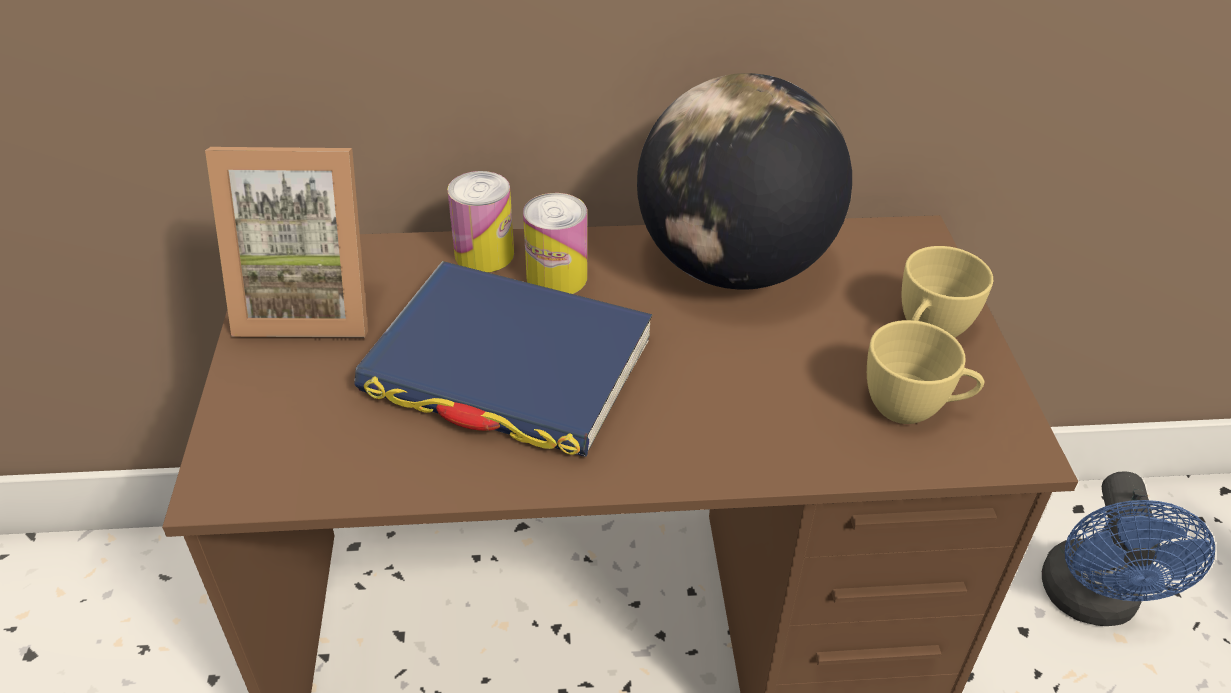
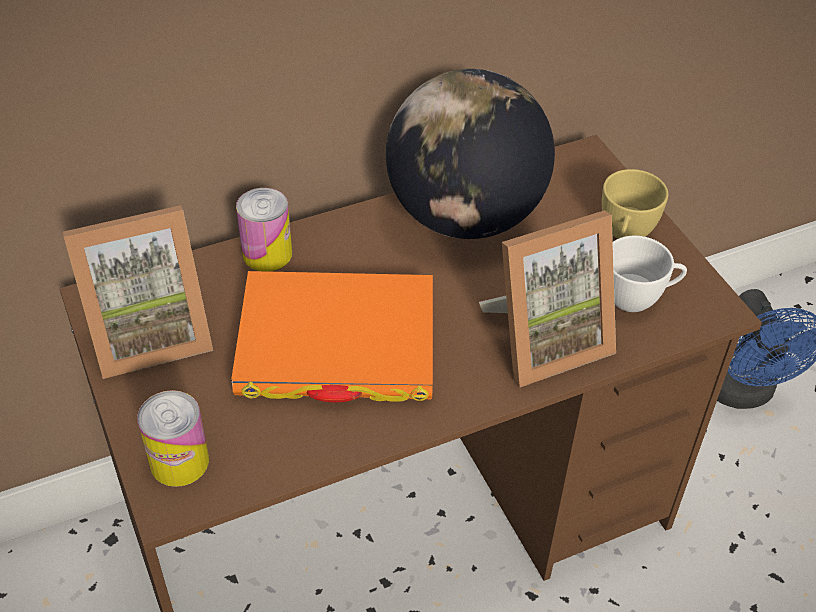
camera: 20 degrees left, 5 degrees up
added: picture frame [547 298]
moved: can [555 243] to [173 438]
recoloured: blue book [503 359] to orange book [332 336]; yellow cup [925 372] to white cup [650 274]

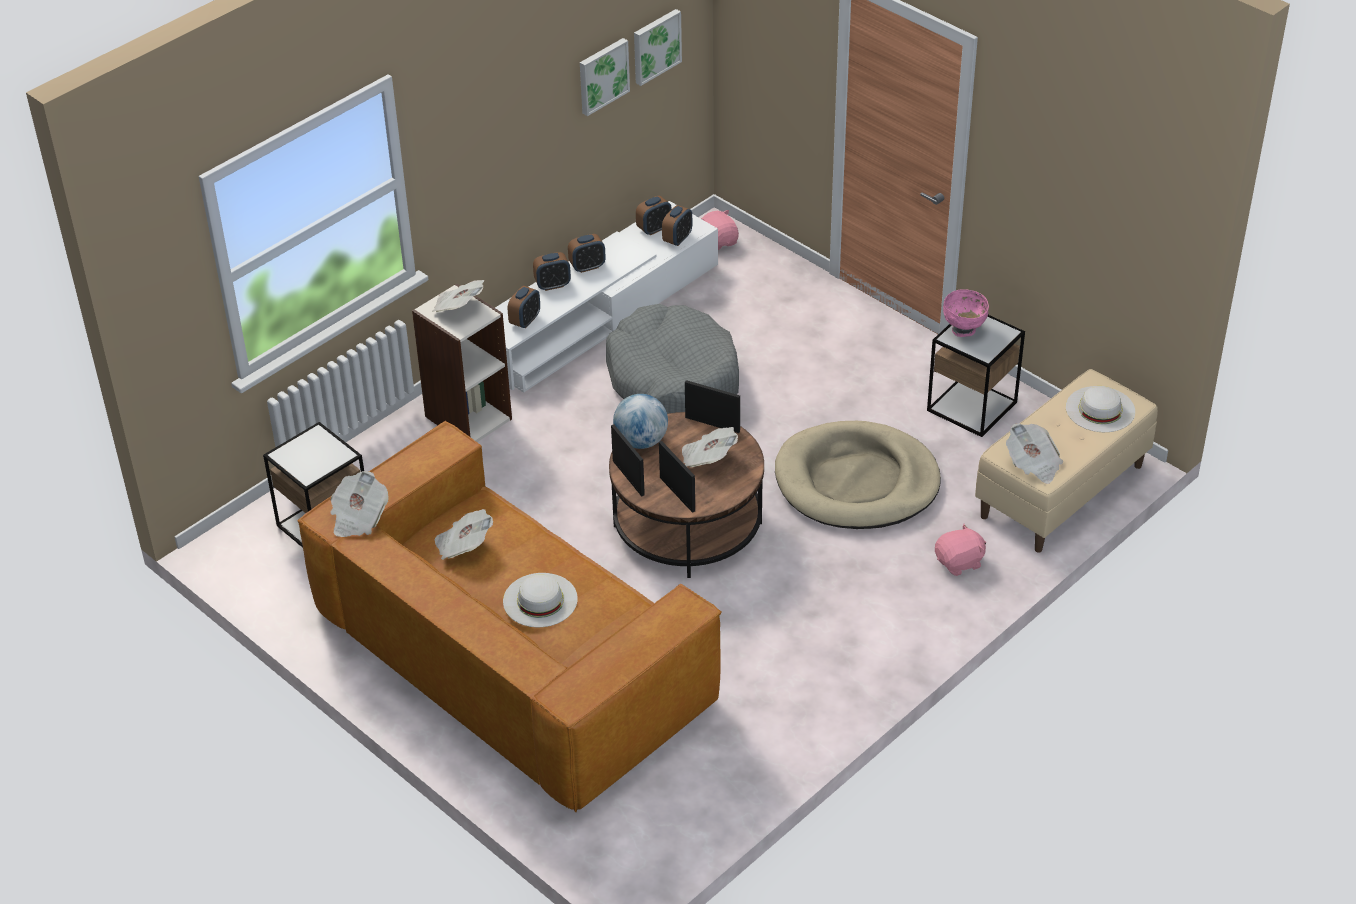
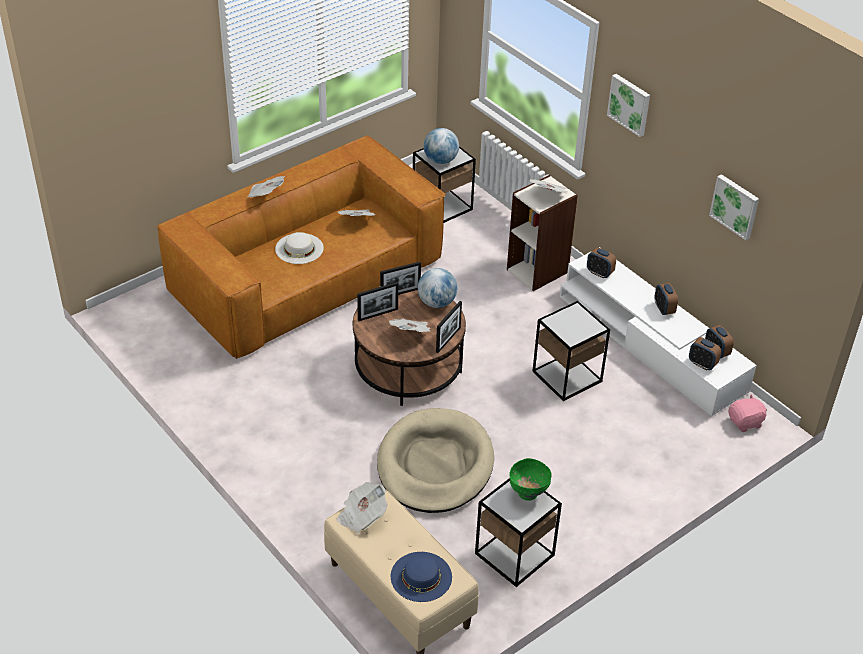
camera: 95 degrees right, 0 degrees up
removed: alarm clock [552 271]; pink plush toy [960 550]
added: globe [441 146]
moved: newspaper [359 504] to [266 186]; picture [658 47] to [628 105]
replaced: grey dog bed [672 359] to side table [571 351]
recoloured: pink bowl [966 313] to green bowl [530 479]; white hat [1100 409] to blue hat [421 577]

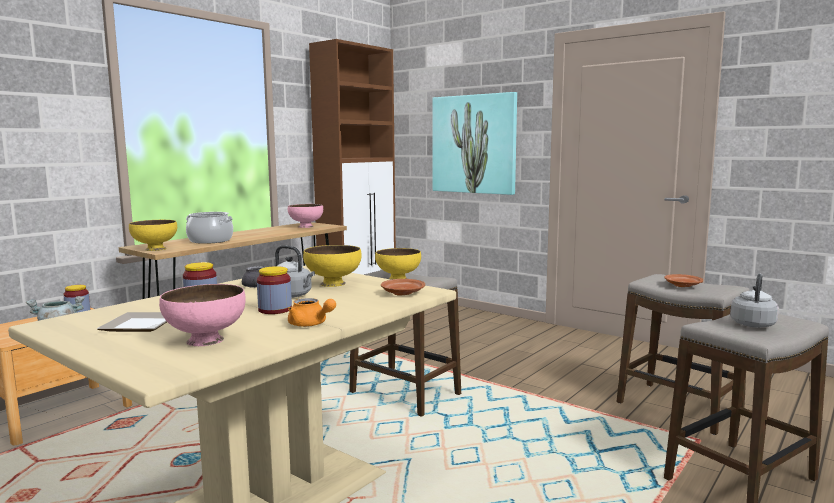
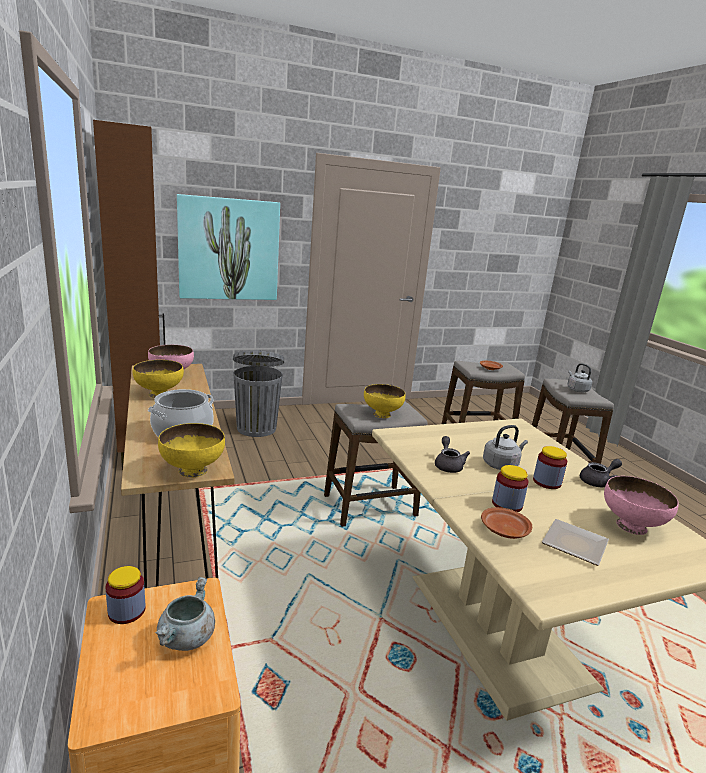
camera: 60 degrees left, 10 degrees up
added: grey trash can [258 393]
moved: yellow bowl [332 266] to [158 379]; brown plate [403 287] to [506 523]
recoloured: orange teapot [312 312] to grey teapot [601 473]

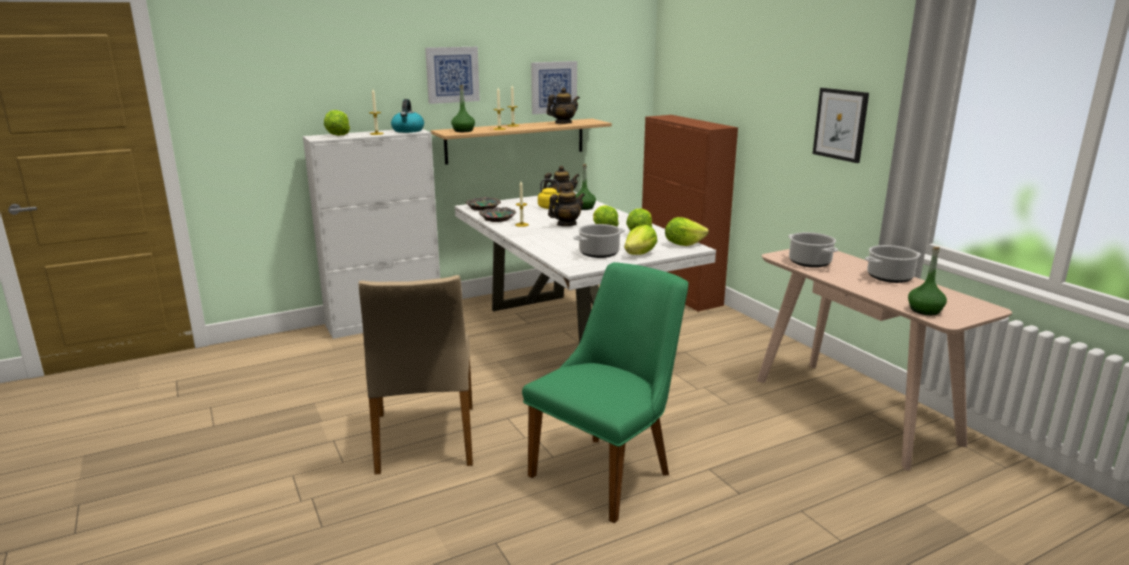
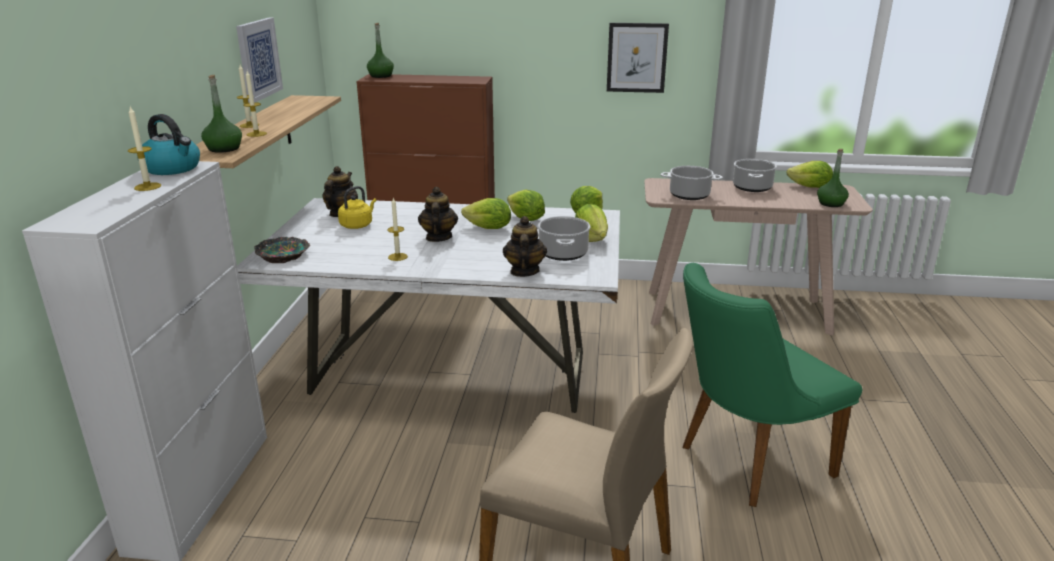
camera: 55 degrees left, 5 degrees up
removed: picture [452 75]; bowl [497 214]
moved: lettuce [337 123] to [809 174]; teapot [563 106] to [525 246]; green bottle [586 187] to [380 50]
turned: green chair [605 392] = [773 385] 105 degrees counterclockwise

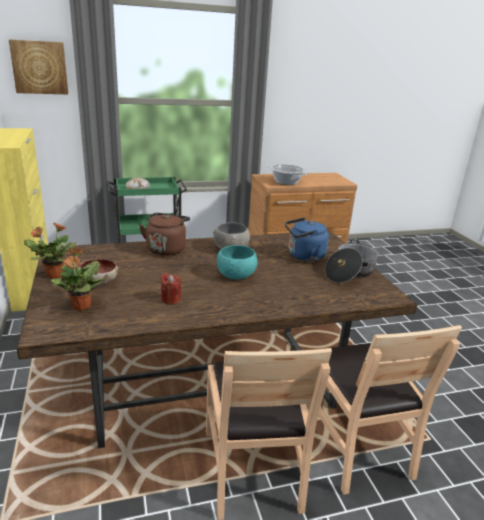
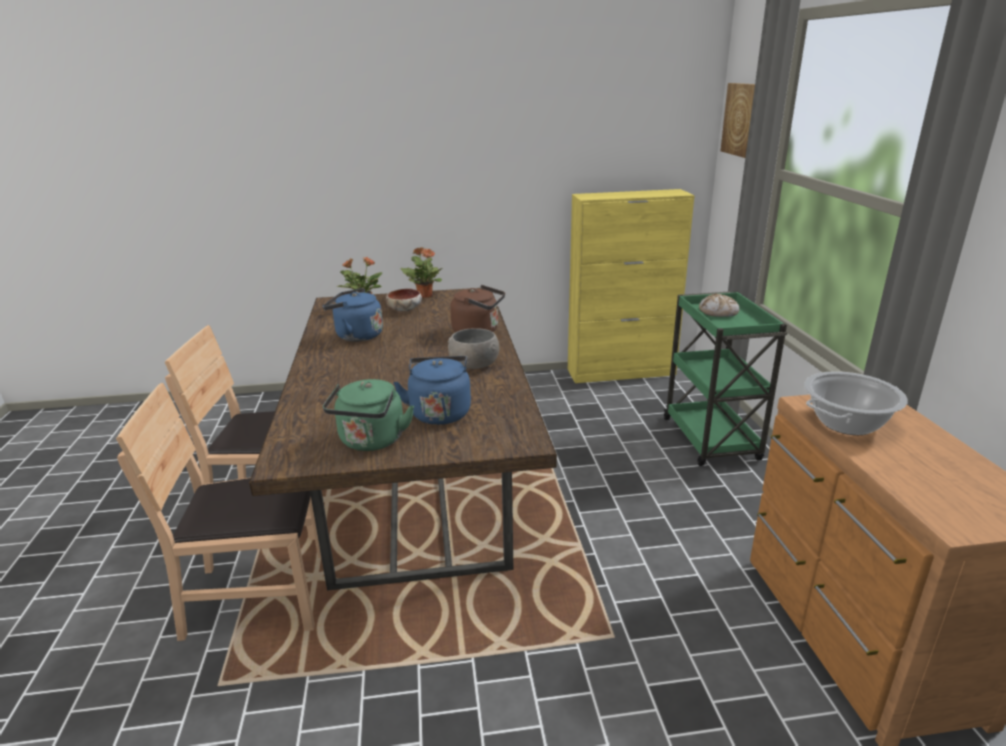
camera: 100 degrees right, 0 degrees up
removed: turquoise bowl [237 262]
replaced: red candle [171 289] to blue kettle [353 315]; cooking pot [352 261] to green kettle [368 415]

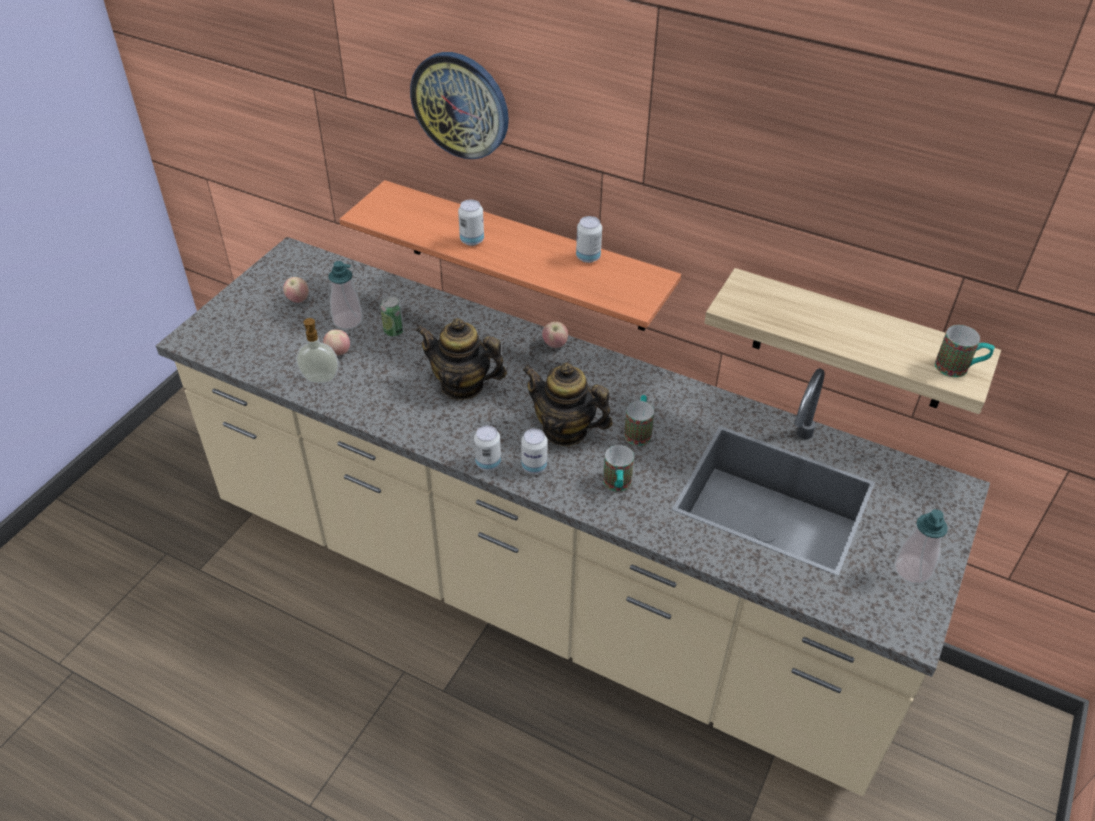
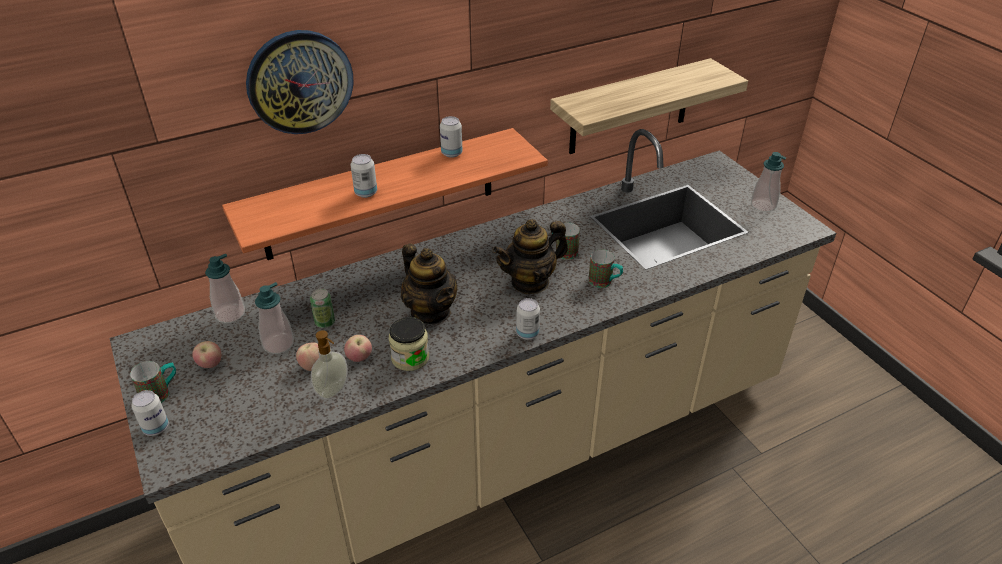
camera: 55 degrees left, 5 degrees down
added: soap dispenser [225 288]; jar [409 344]
moved: can [534 451] to [150 413]; apple [555 335] to [358 348]; mug [965 351] to [153 382]
turned: teapot [461 359] = [429 283] 90 degrees counterclockwise

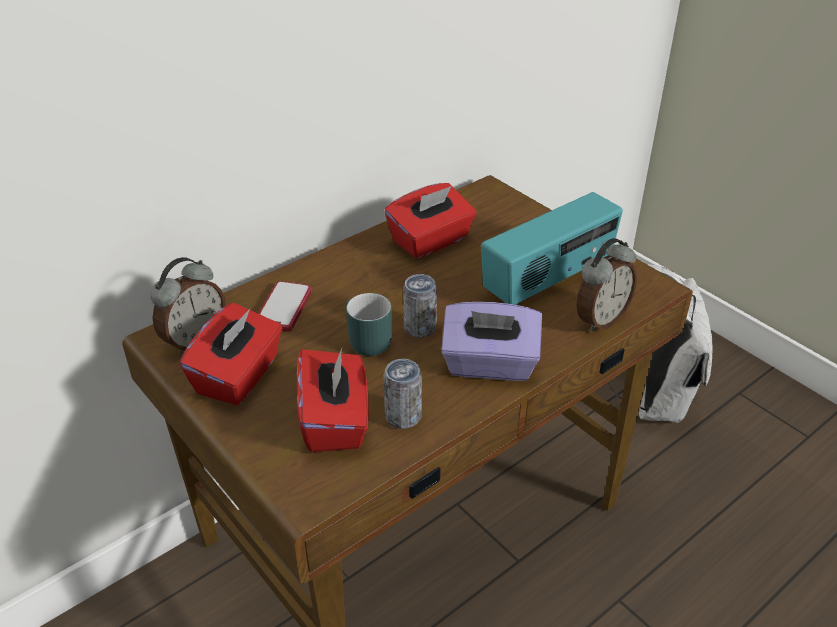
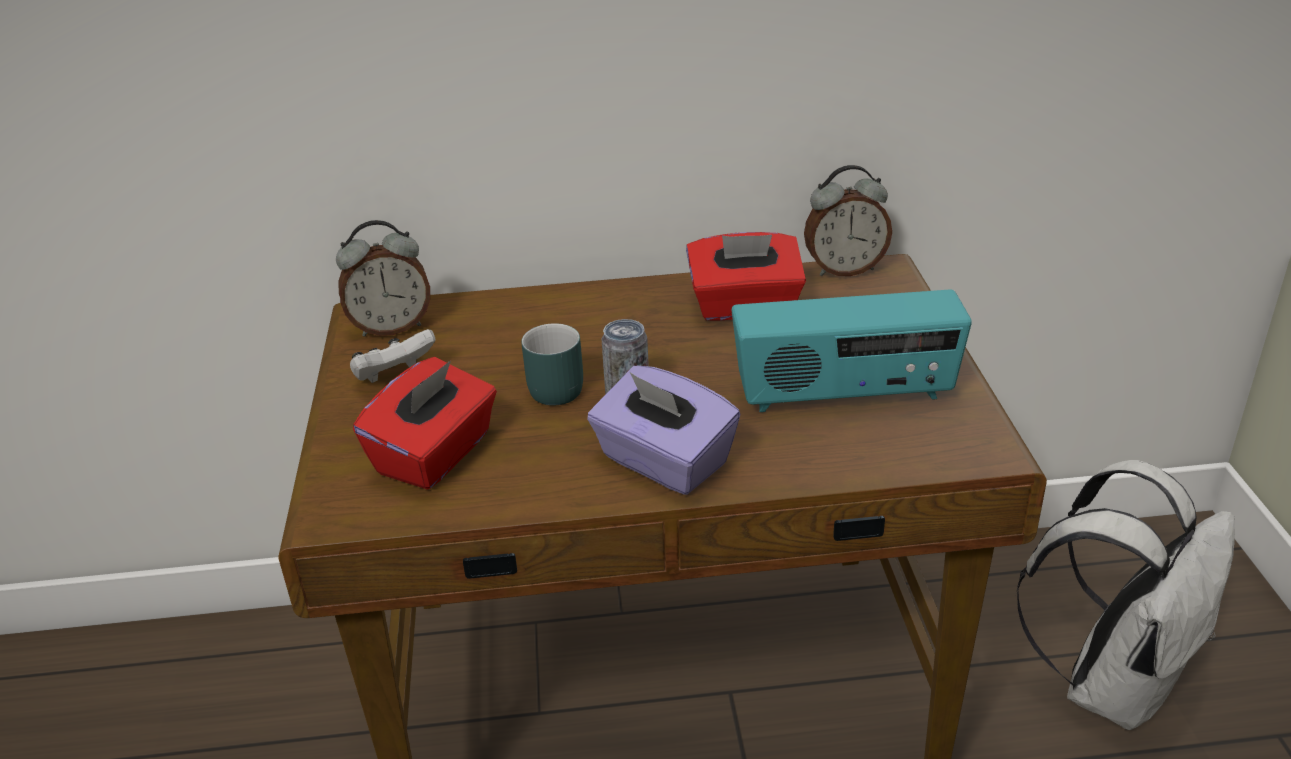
camera: 35 degrees right, 5 degrees down
removed: phone [284 306]; can [403 394]
moved: alarm clock [606 285] to [848 220]
replaced: red tissue box [231 354] to white game controller [393 356]

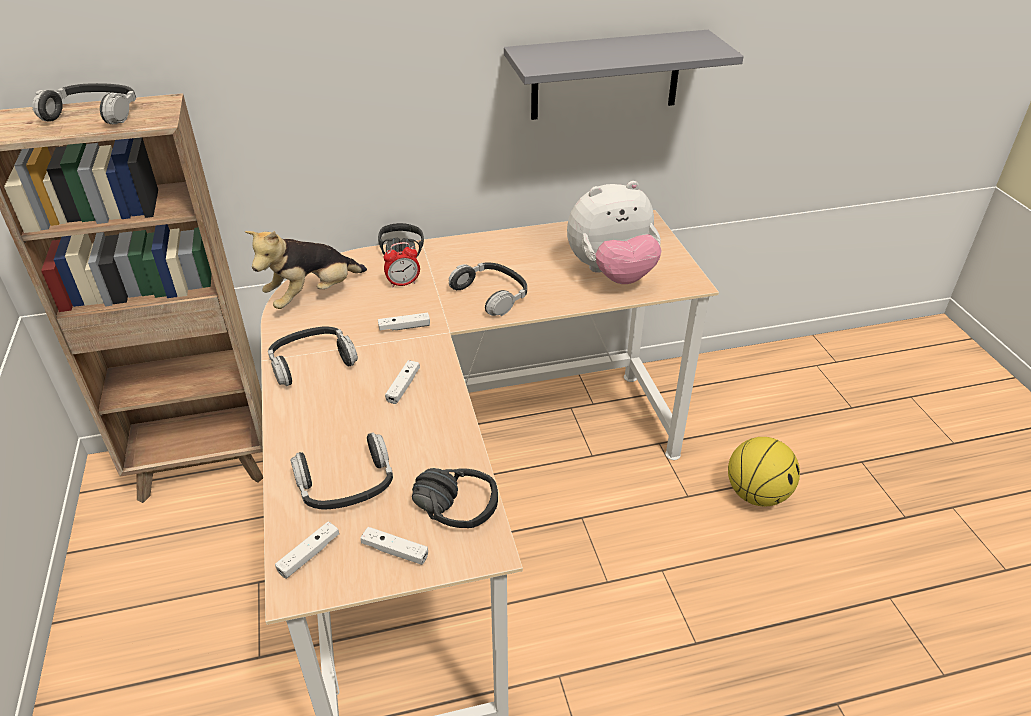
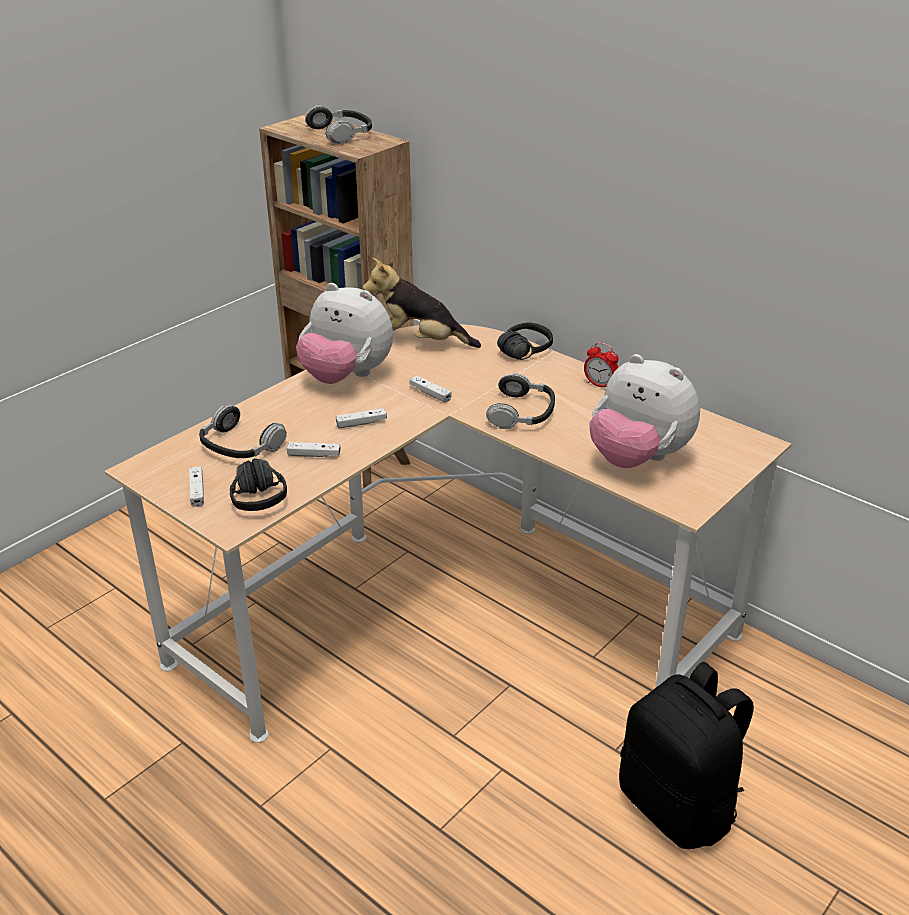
camera: 55 degrees right, 5 degrees down
removed: grey shelf [624 75]
moved: white game controller [307 550] to [314 449]; alarm clock [402 264] to [601 364]
replaced: headphones [313 356] to plush toy [344 333]; basketball [764 472] to black backpack [686 755]

